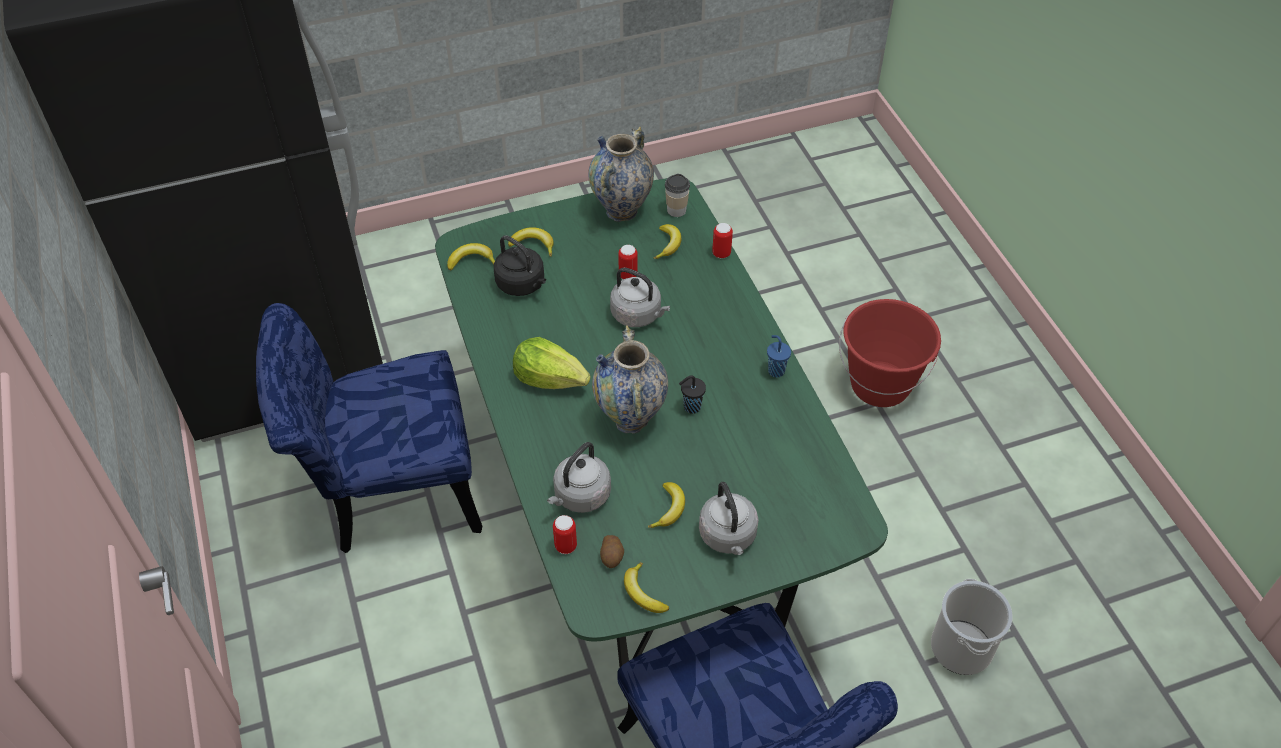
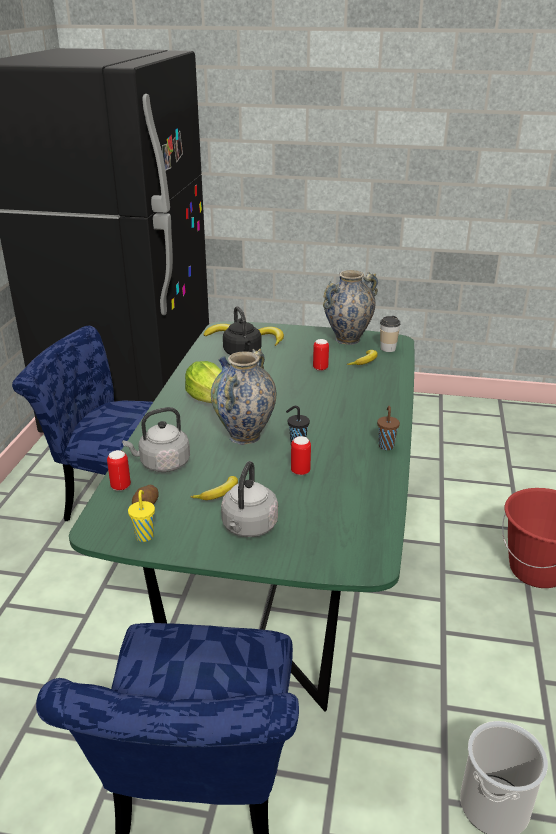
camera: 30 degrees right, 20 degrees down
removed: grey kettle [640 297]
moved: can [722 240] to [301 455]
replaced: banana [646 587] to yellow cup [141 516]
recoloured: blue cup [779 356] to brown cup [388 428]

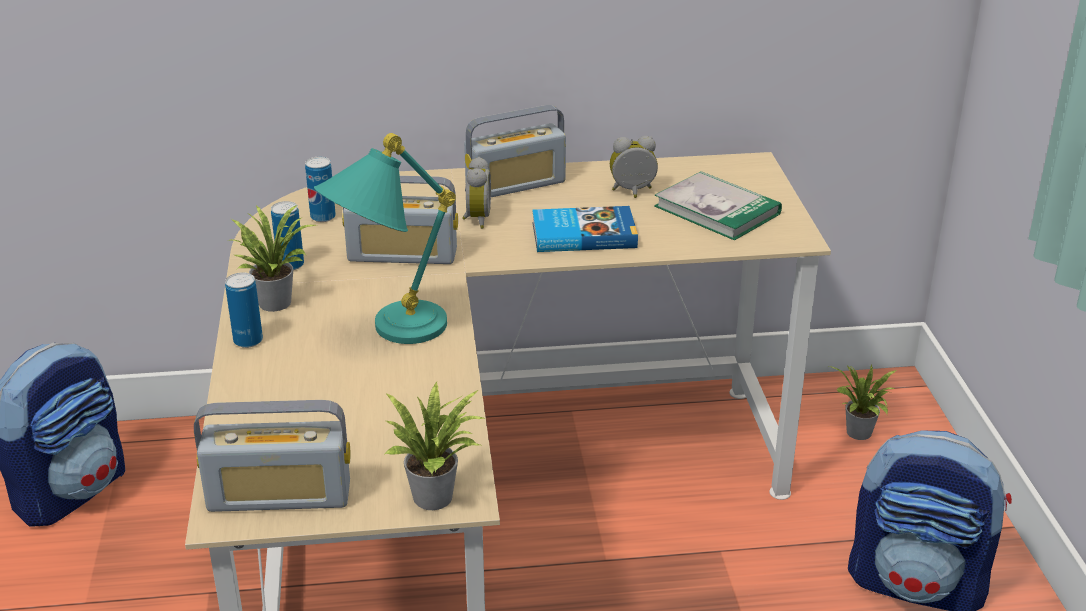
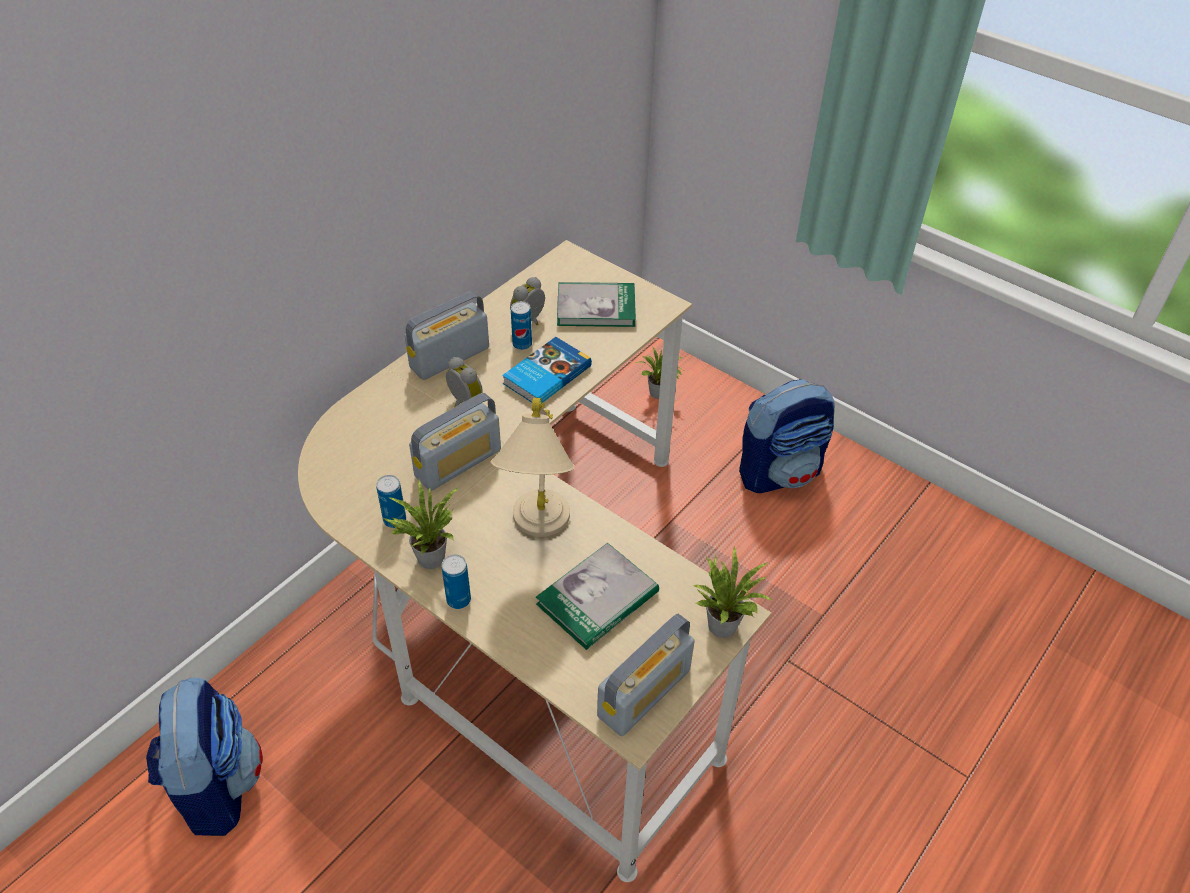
camera: 45 degrees left, 15 degrees up
added: book [597 596]
moved: can [320 189] to [521 325]
recoloured: turquoise table lamp [385 238] to beige table lamp [533 467]
turned: radio [515 151] = [447 335] 150 degrees counterclockwise

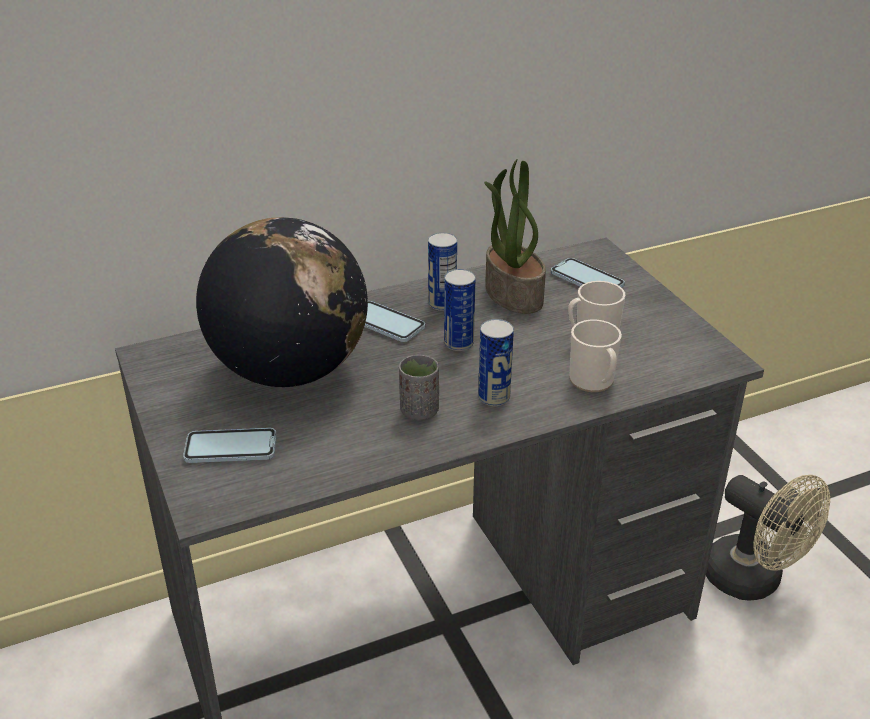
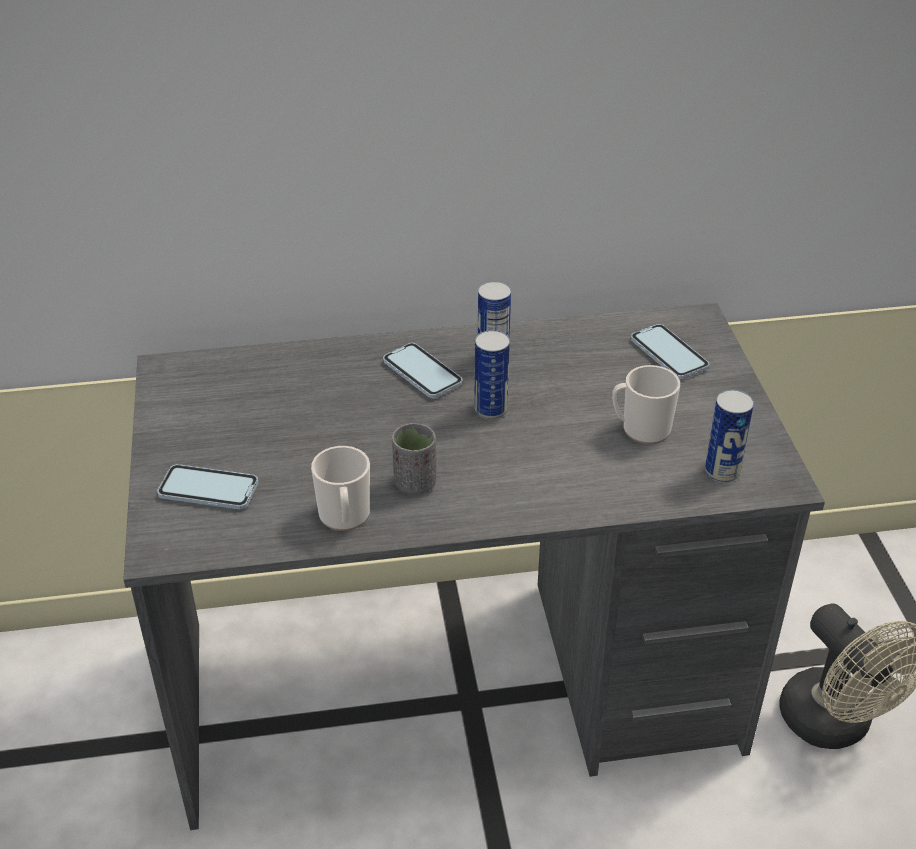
camera: 15 degrees right, 5 degrees up
removed: globe [282 302]; potted plant [515 236]
moved: can [496 362] to [729 436]; mug [595 355] to [340 488]

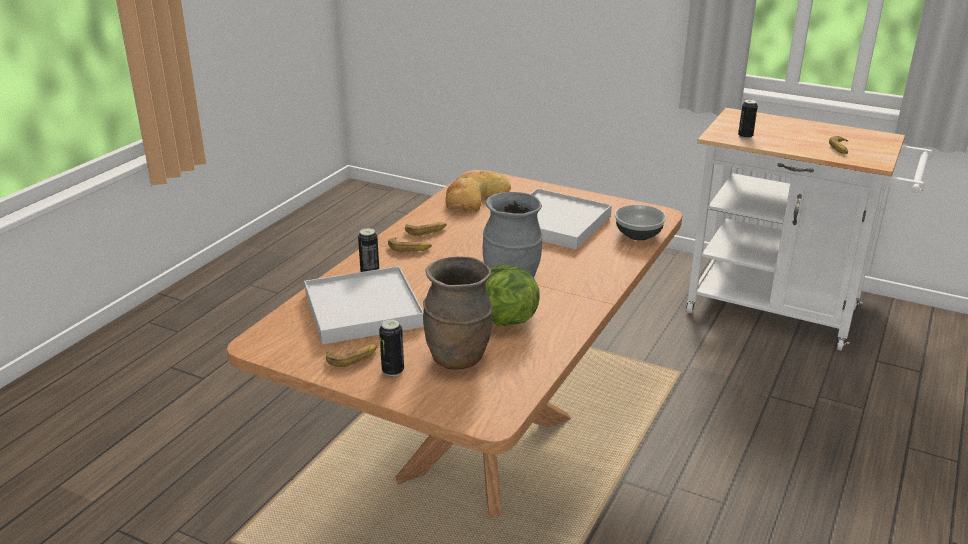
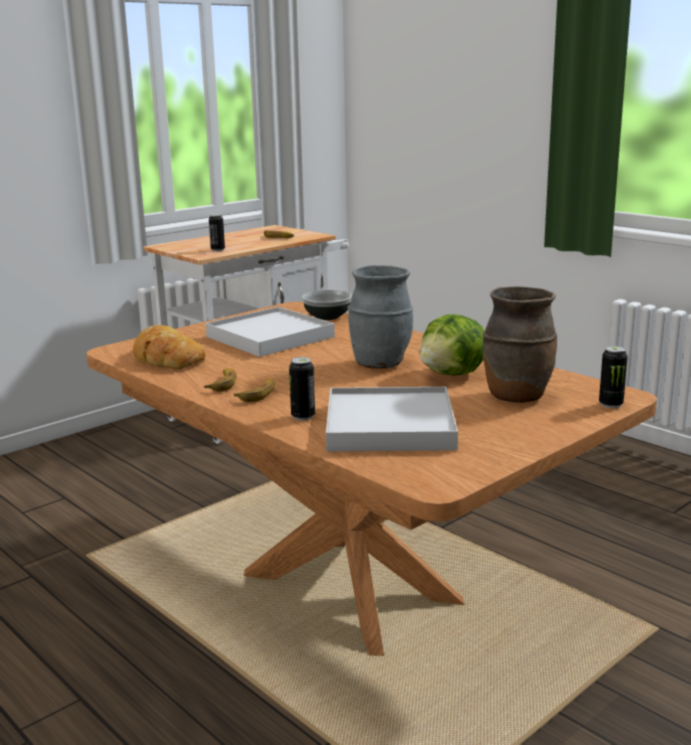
camera: 70 degrees left, 10 degrees down
removed: banana [352 355]
moved: can [391 347] to [613 377]

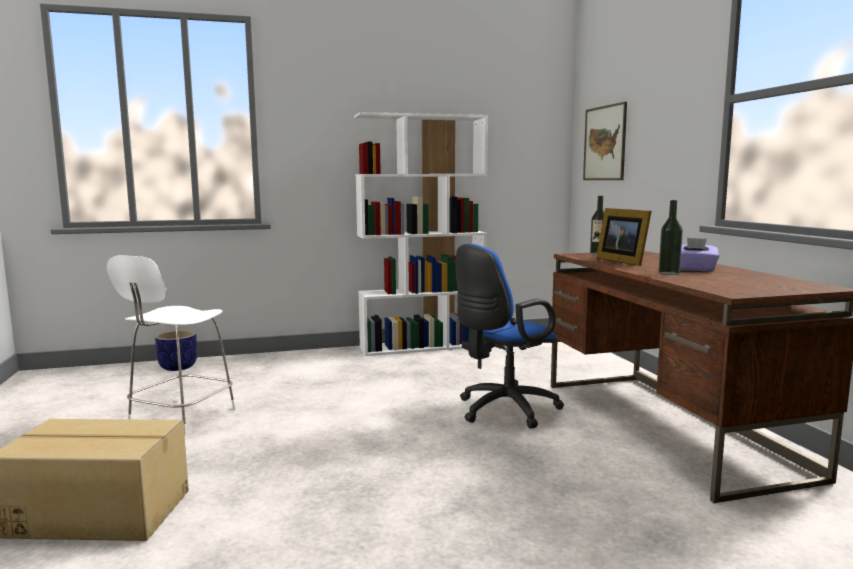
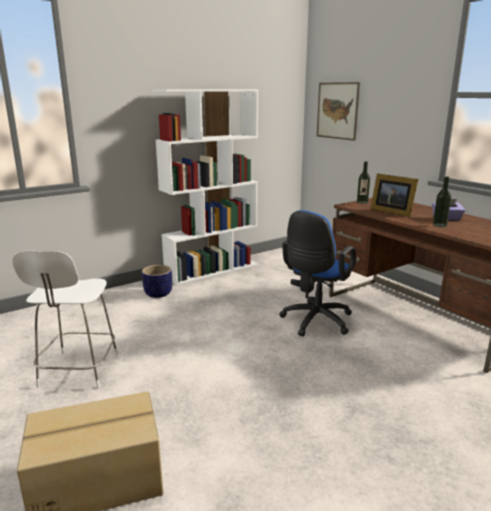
camera: 20 degrees left, 10 degrees up
moved: planter [176 350] to [157 281]

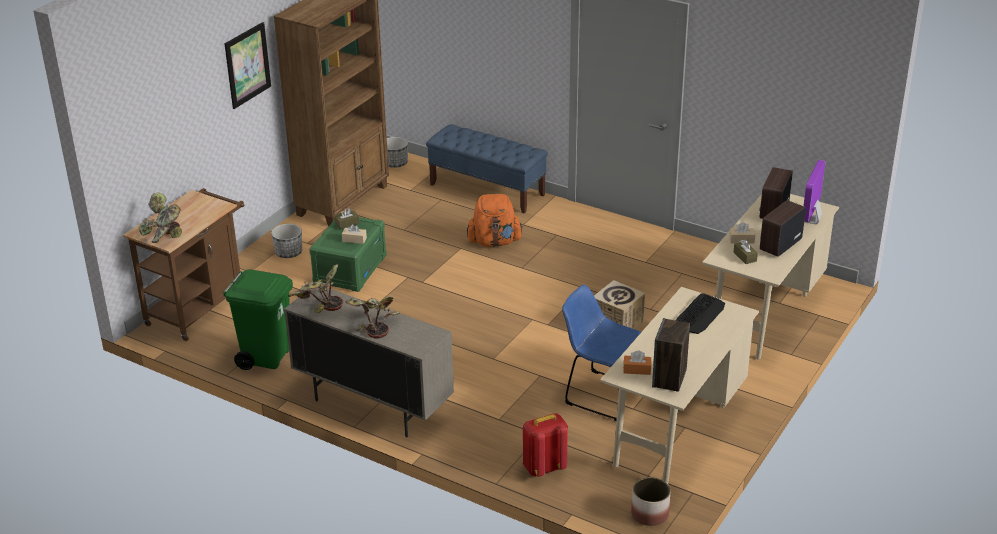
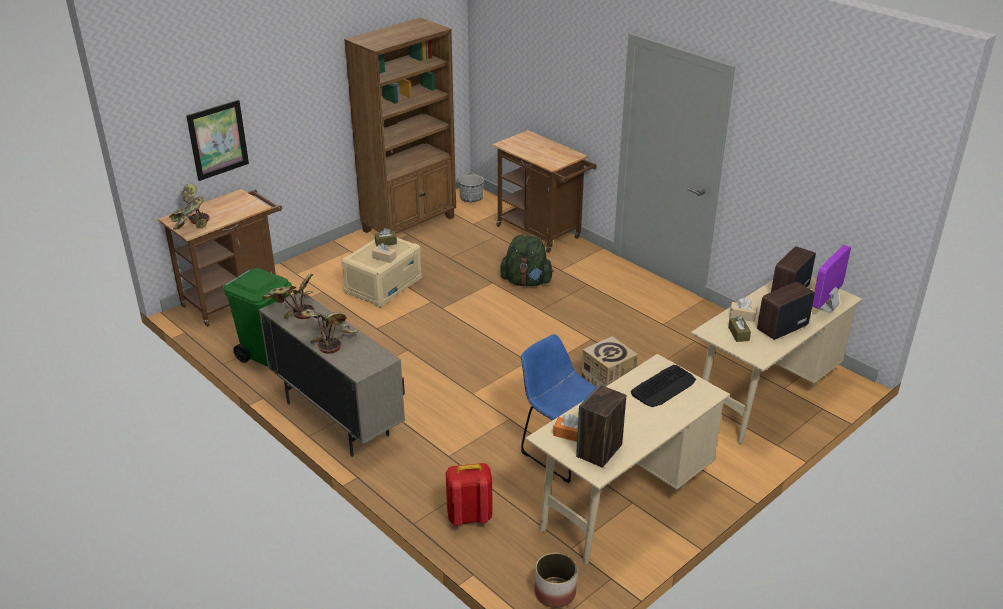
camera: 15 degrees right, 0 degrees up
removed: planter [286 241]
moved: picture [247 65] to [217 140]
replaced: blue bench [487 169] to brown cart [544 191]
recoloured: green storage box [348 252] to beige storage box [381 272]; orange backpack [495 220] to green backpack [527 260]

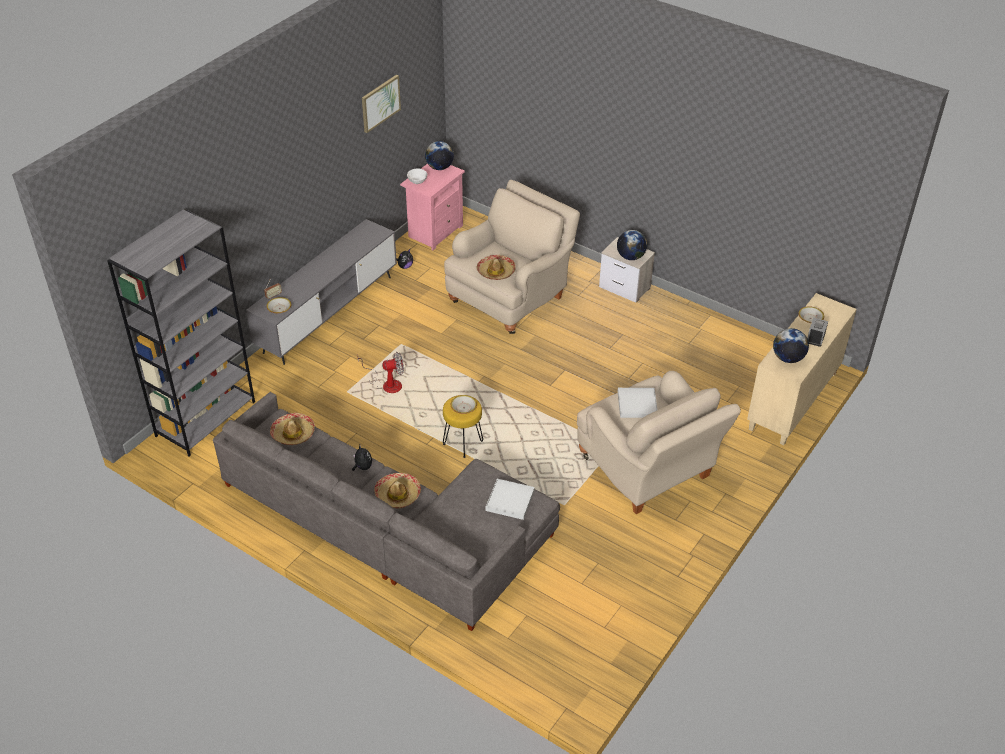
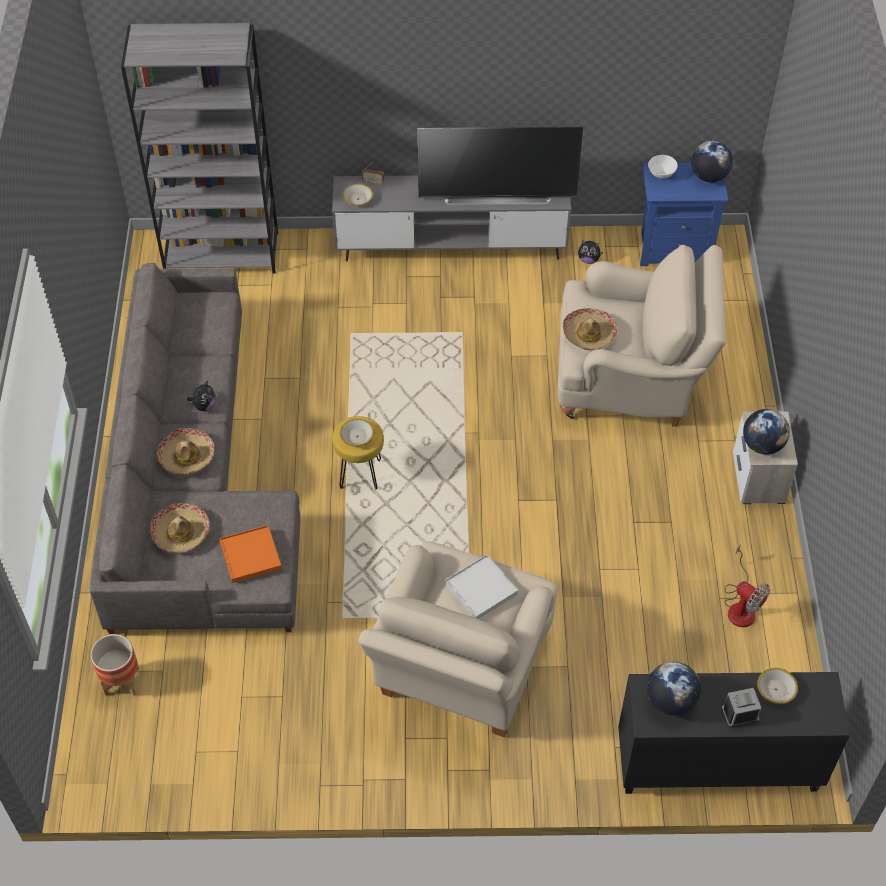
camera: 55 degrees right, 10 degrees up
removed: picture [381 104]
added: planter [115 665]; television [500 166]
moved: hat [292 429] to [179 528]; fan [380 372] to [747 585]
recoloured: pink nightstand [432 207] to blue nightstand [684 214]; white tray [510 499] to orange tray [250 554]; beige cabinet [802 369] to black cabinet [734 733]

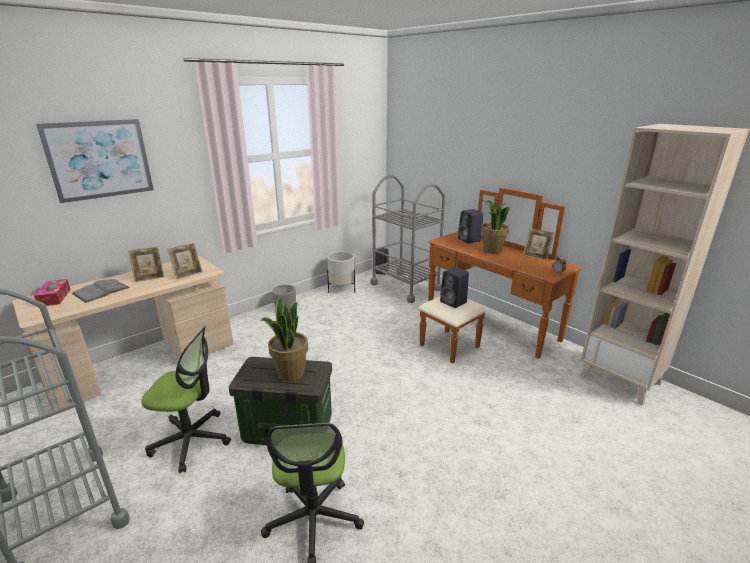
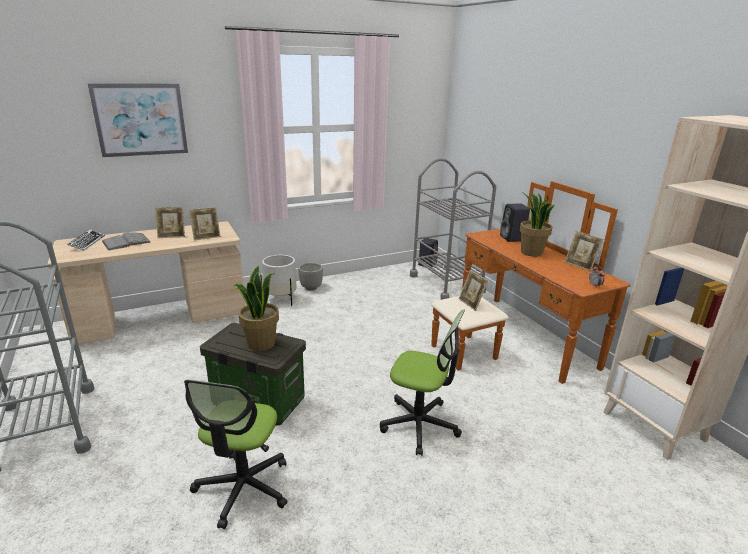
camera: 15 degrees right, 0 degrees up
moved: office chair [186 399] to [422 382]; white planter [341 272] to [278 280]
replaced: tissue box [52 292] to keyboard [86 240]; black speaker [454 287] to picture frame [473 290]

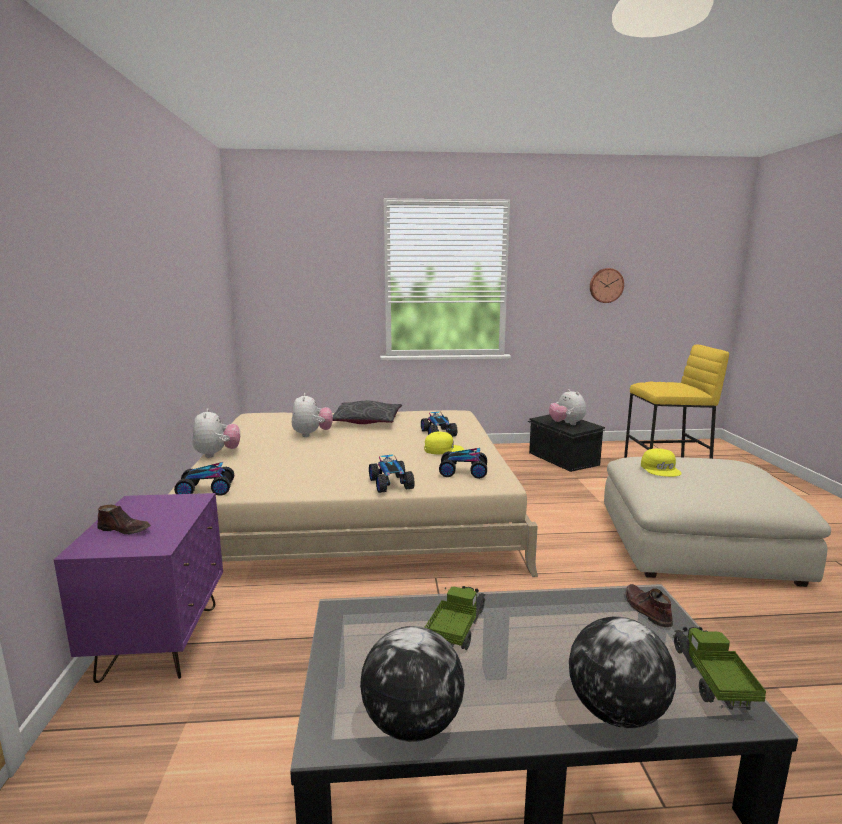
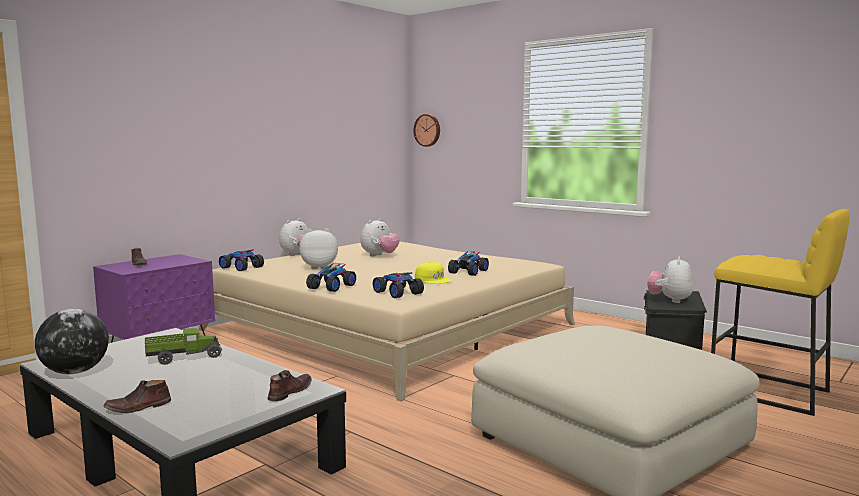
camera: 45 degrees right, 5 degrees down
removed: grey pillow [367 412]; yellow cap [661 463]; toy truck [719 668]
added: plush toy [318 248]
moved: wall clock [607 285] to [426 130]
replaced: globe [622 672] to brown shoe [137 396]

